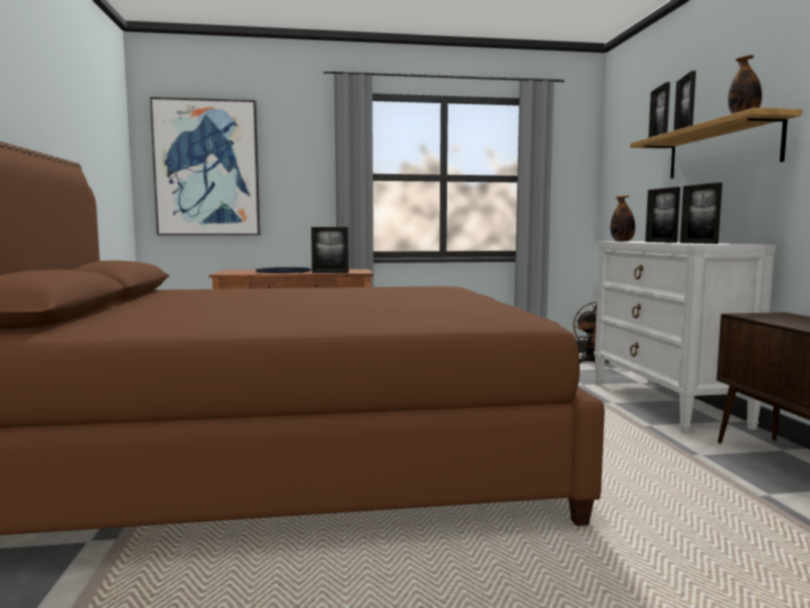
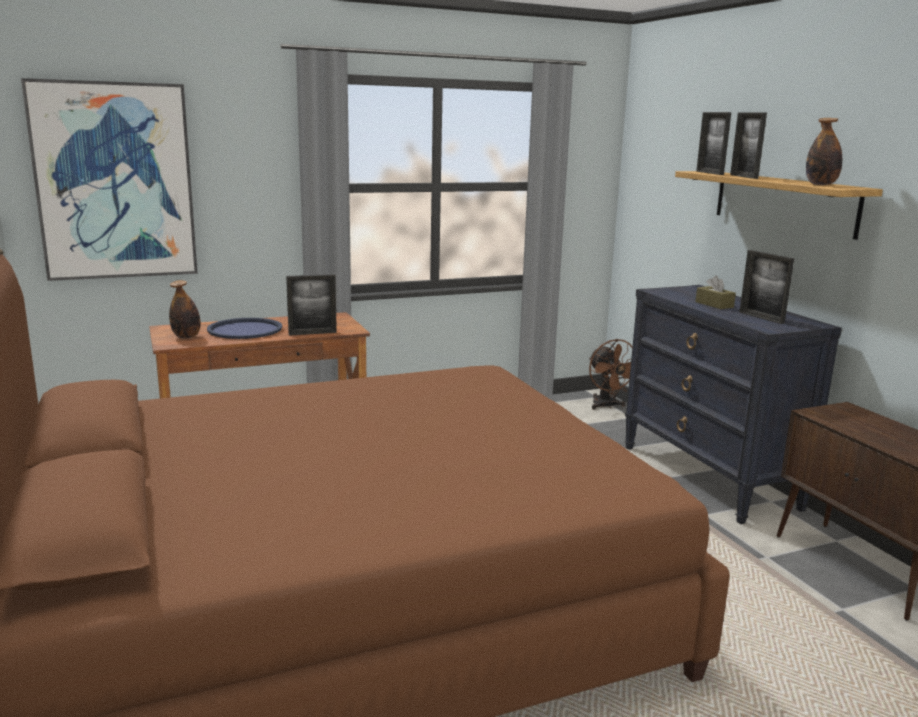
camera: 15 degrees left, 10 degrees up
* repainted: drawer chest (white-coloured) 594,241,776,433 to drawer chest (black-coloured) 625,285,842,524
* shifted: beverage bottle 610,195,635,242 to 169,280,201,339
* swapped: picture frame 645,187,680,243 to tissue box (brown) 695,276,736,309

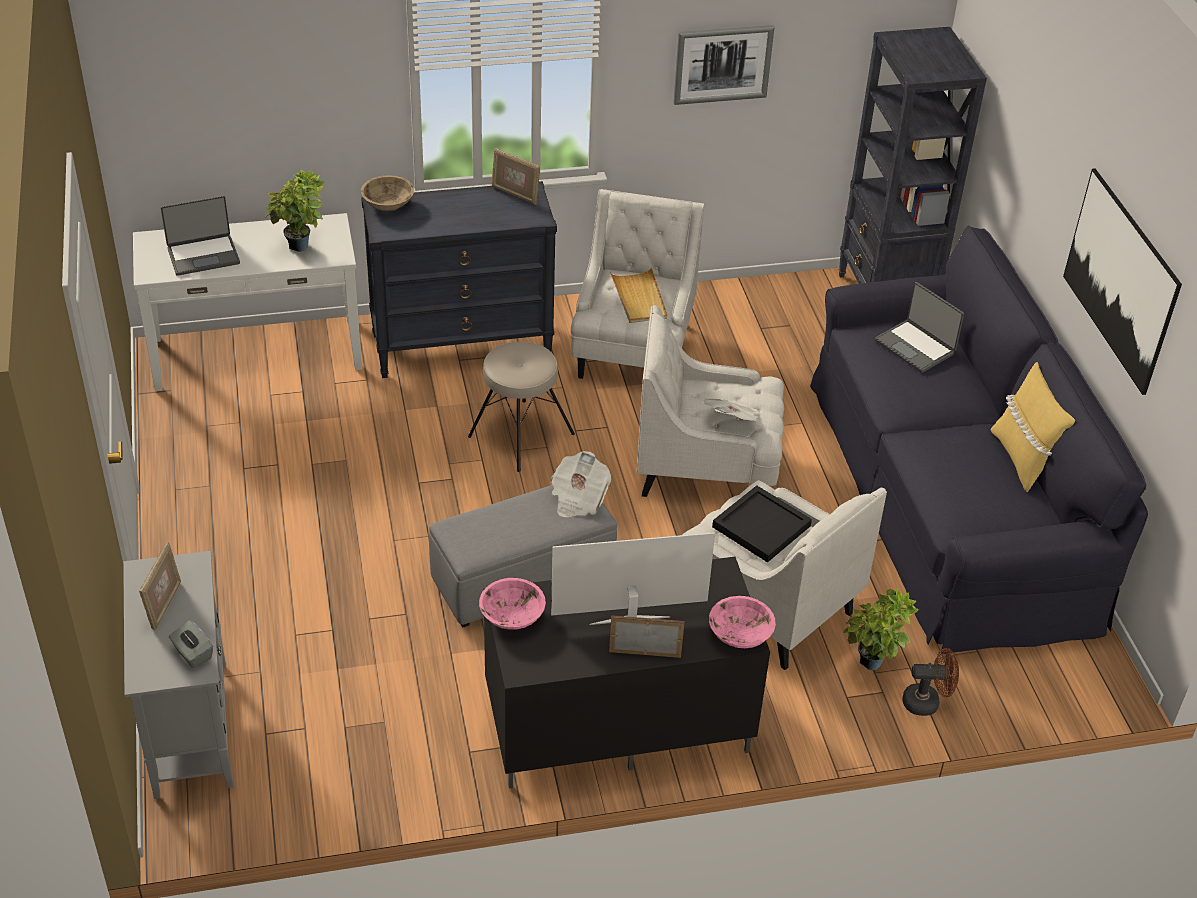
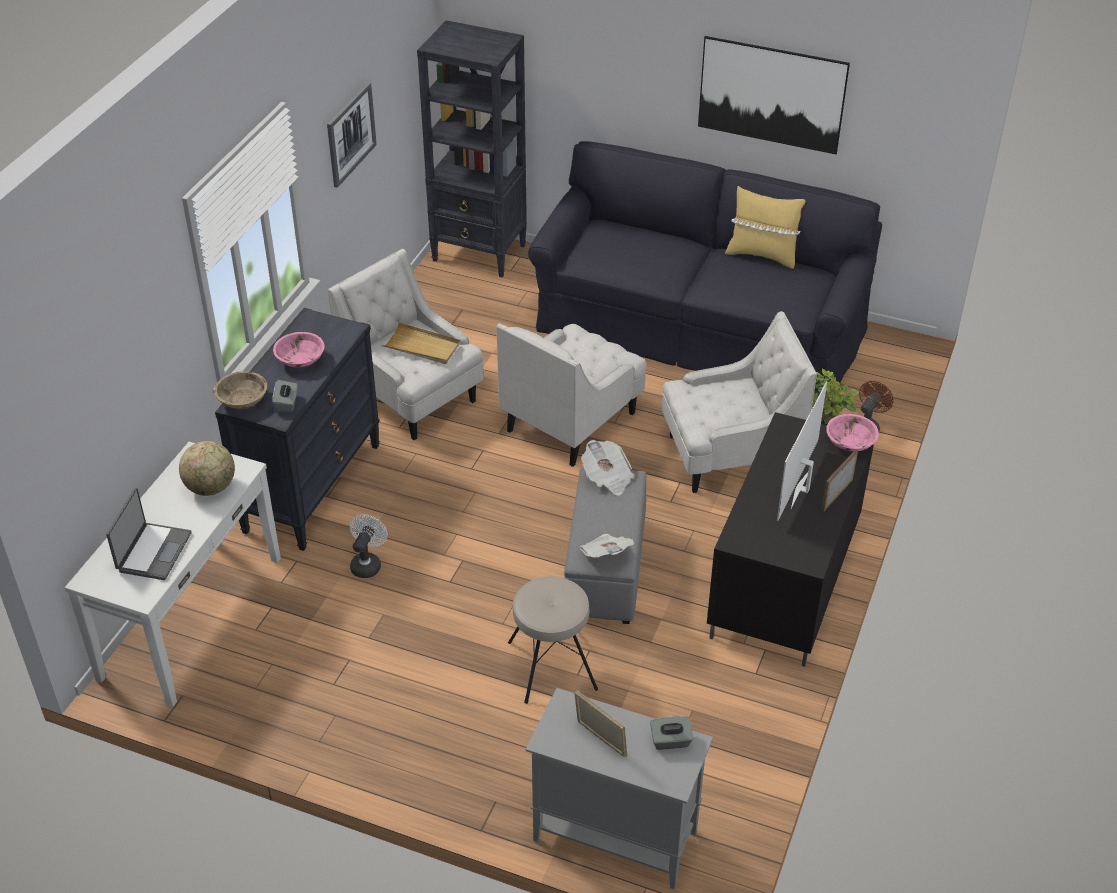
camera: 55 degrees left, 0 degrees up
* swapped: houseplant 265,170,324,252 to desk globe 179,441,235,496
* shifted: sitting stool (sand-coloured) 468,342,575,472 to 508,576,598,704
* shifted: serving bowl (pink) 479,578,546,630 to 273,332,325,367
* gone: picture frame 492,148,540,205
* shifted: printed paper 704,398,759,421 to 580,534,634,557
* gone: carrying tray (black-coloured) 712,485,812,563
* gone: portable computer 875,282,964,373
* new: tissue box (gray) 272,380,298,413
* new: cooling fan (white-coloured) 350,514,388,578

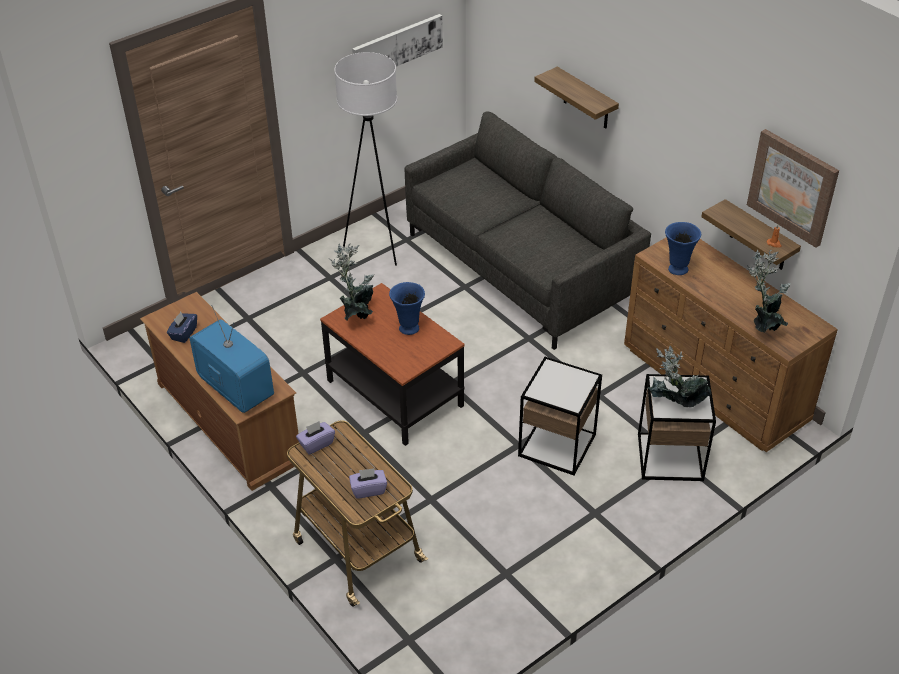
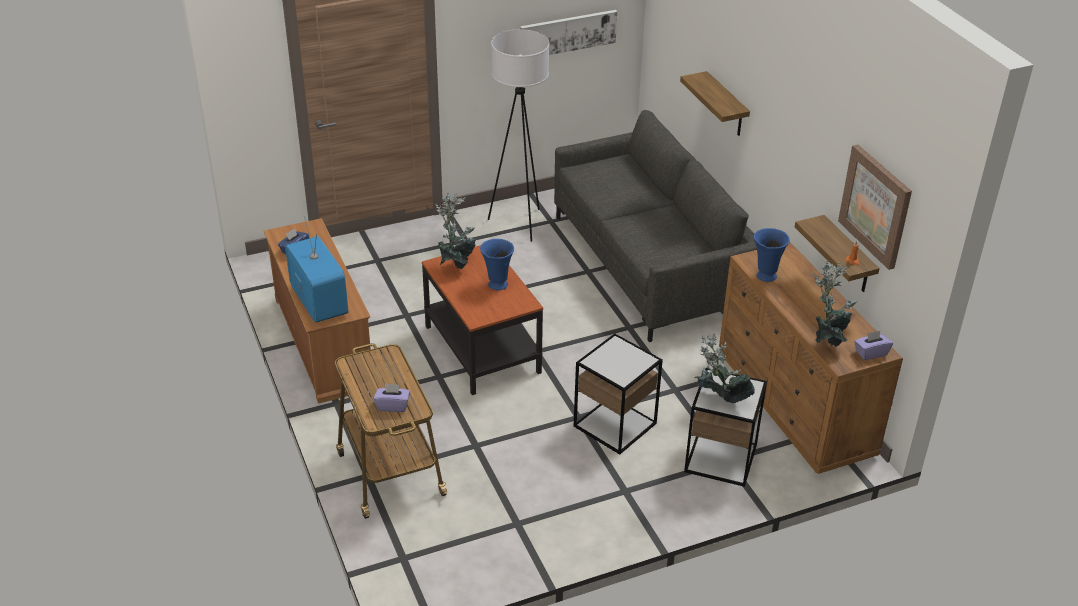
camera: 15 degrees right, 5 degrees down
* shifted: tissue box (purplish) 296,421,335,455 to 854,331,893,360

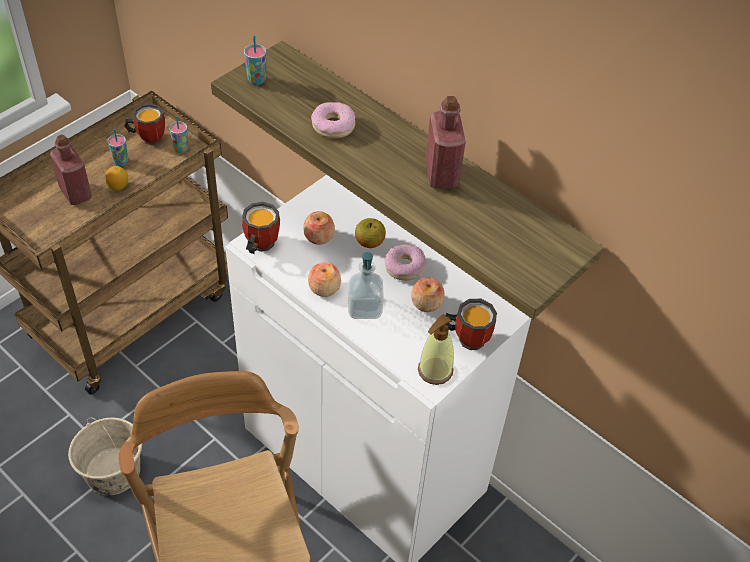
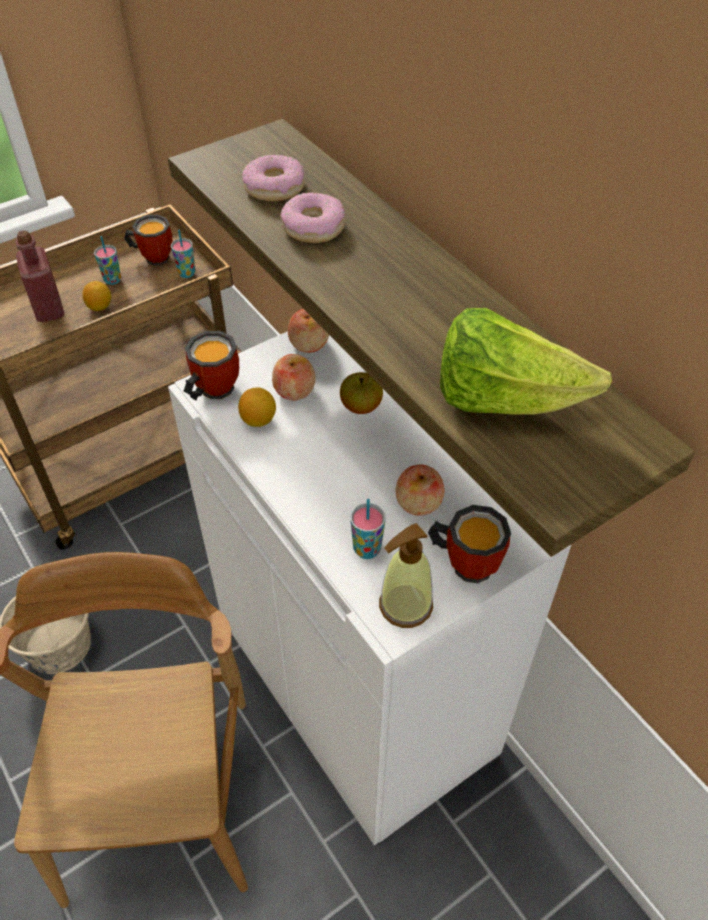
camera: 15 degrees right, 0 degrees up
* shifted: small cup 244,35,267,85 to 350,499,385,559
* shifted: apple 308,262,341,297 to 288,309,329,353
* gone: soap bottle 348,252,384,319
* shifted: donut 384,244,427,281 to 243,155,305,201
* gone: beverage bottle (red) 426,96,466,189
* new: whole lemon 238,387,276,427
* new: lettuce 440,308,612,415

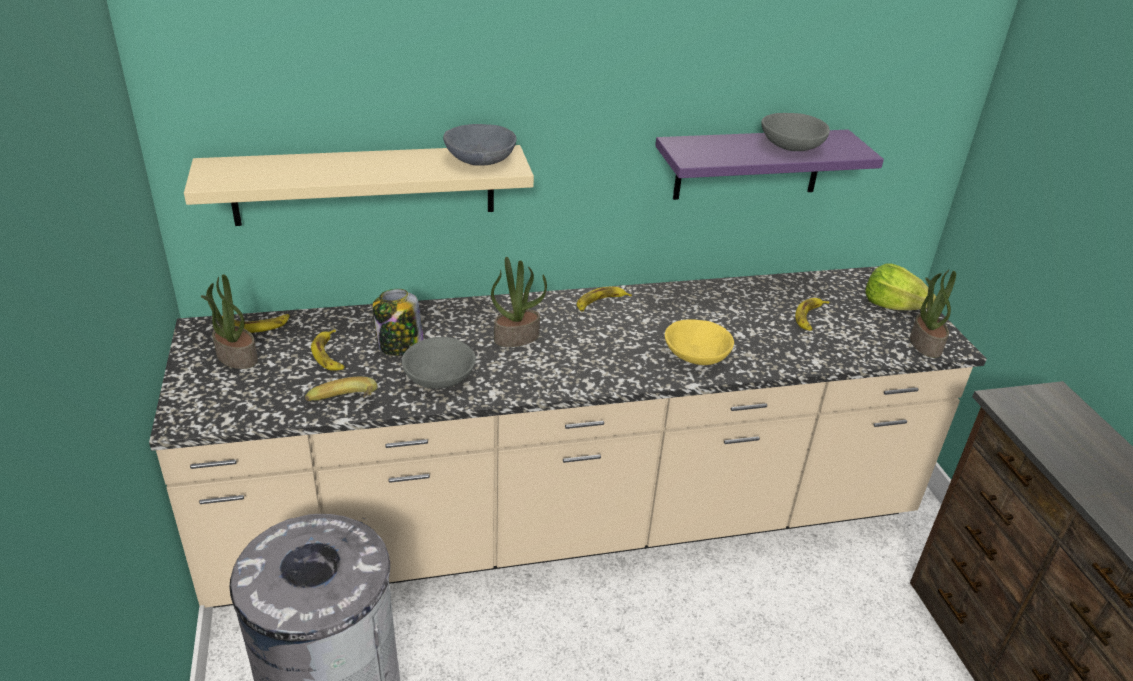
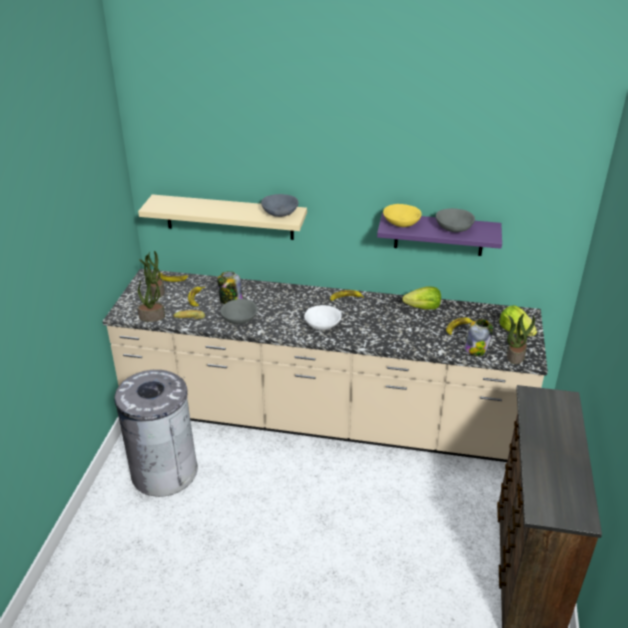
camera: 25 degrees right, 0 degrees up
* shifted: houseplant 491,257,547,347 to 137,274,165,322
* shifted: serving bowl (yellow-coloured) 665,319,734,365 to 383,204,422,227
* new: serving bowl (white-coloured) 304,305,342,330
* new: lettuce 402,286,441,310
* new: storage jar 464,319,493,356

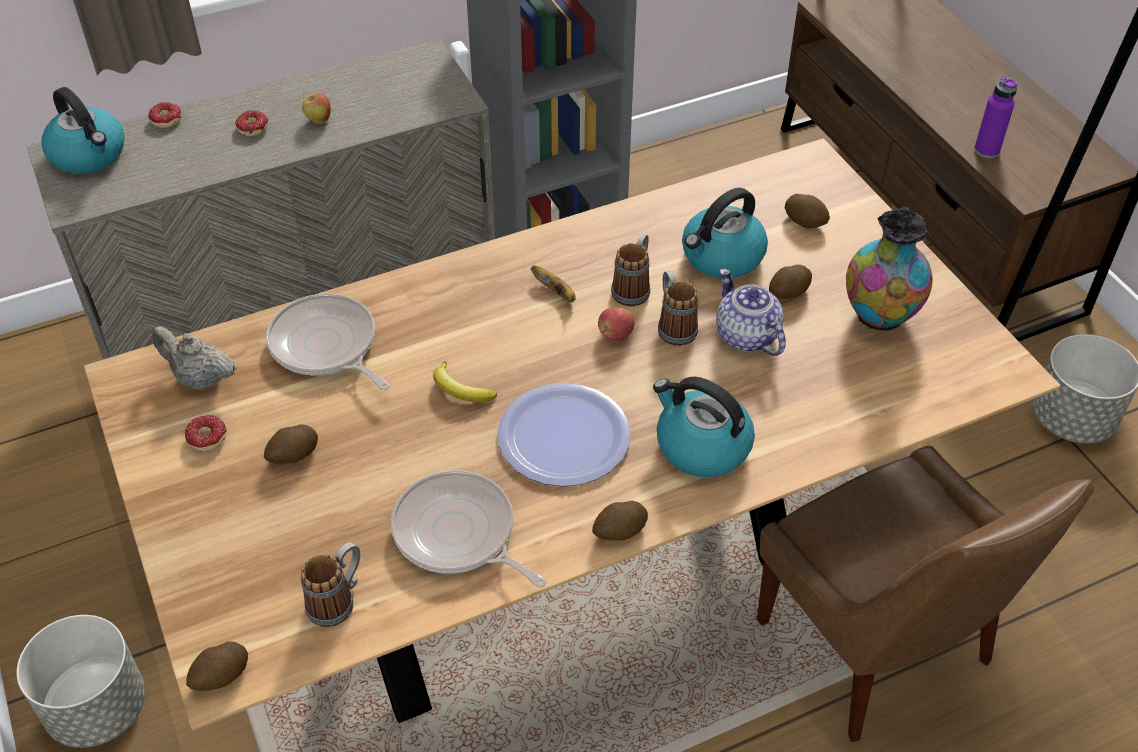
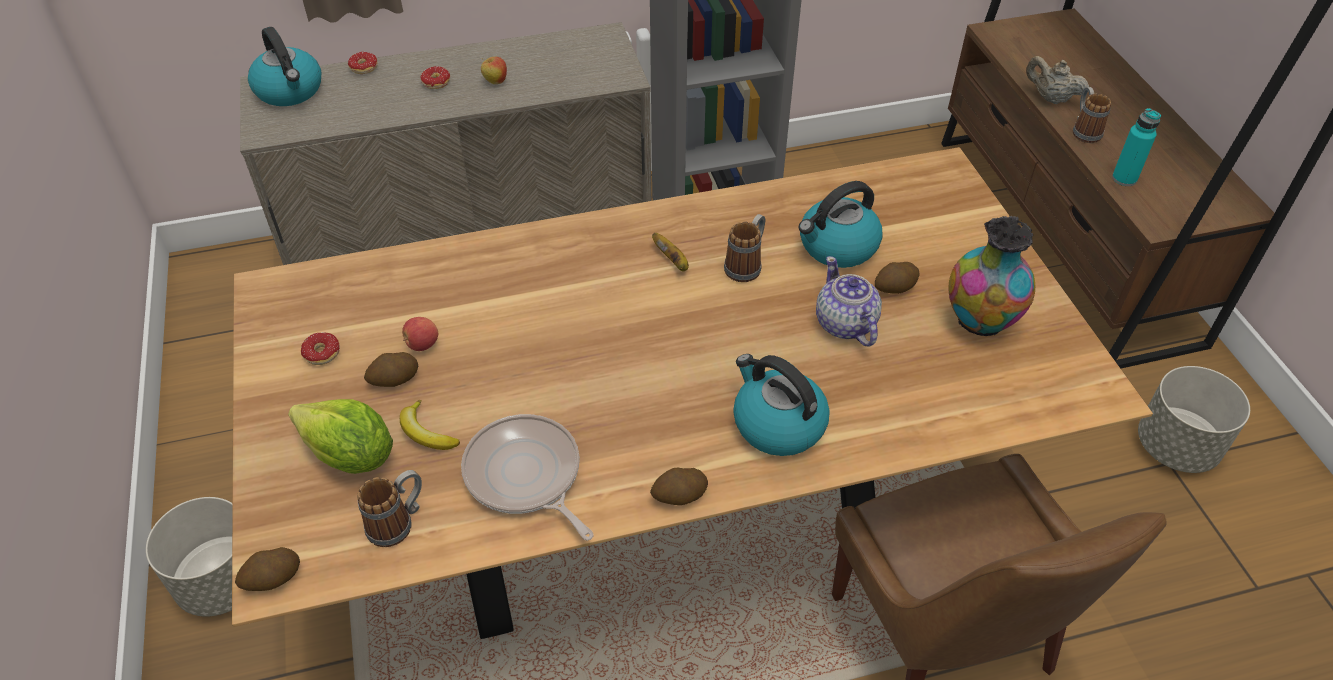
camera: 10 degrees right, 0 degrees up
* shifted: tea pot (sand-coloured) 152,326,237,390 to 1026,56,1089,104
* gone: skillet 266,293,390,390
* shifted: whole banana 433,361,497,403 to 400,400,460,450
* gone: plate 497,383,631,487
* shifted: apple 598,307,634,341 to 402,317,438,351
* shifted: mug 658,270,698,346 to 1073,87,1111,143
* gone: whole potato 785,194,830,229
* repainted: beverage bottle (purplish) 974,77,1018,158 to beverage bottle (turquoise-coloured) 1112,108,1161,186
* new: lettuce 288,399,393,474

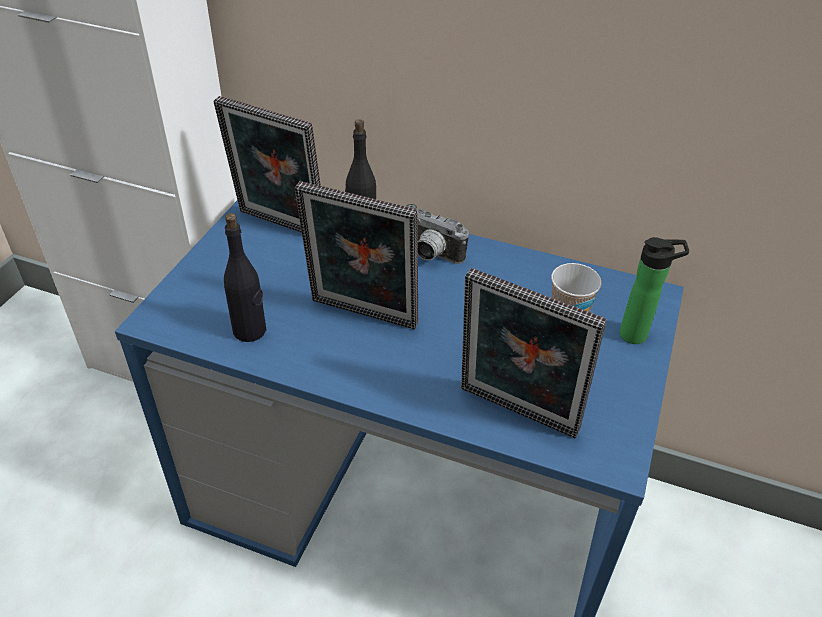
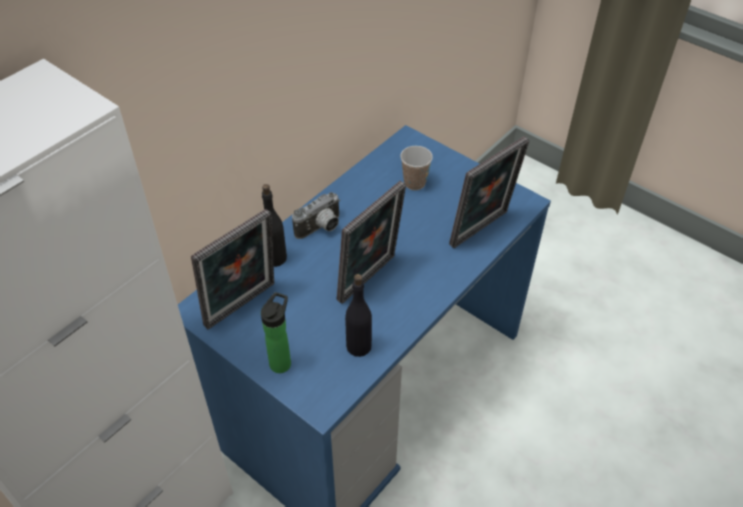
camera: 70 degrees left, 5 degrees up
* shifted: beverage bottle 619,237,689,344 to 261,292,291,373

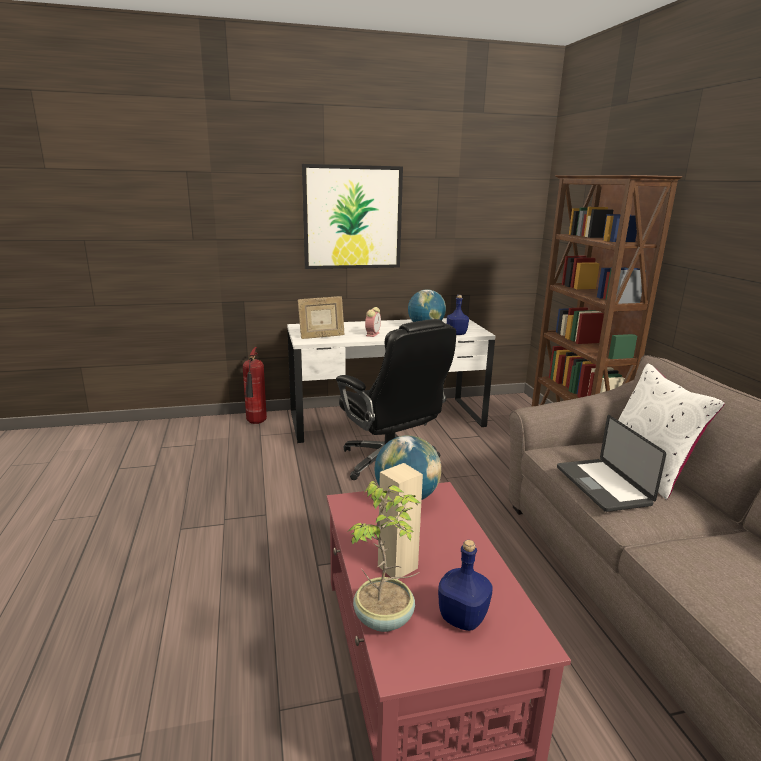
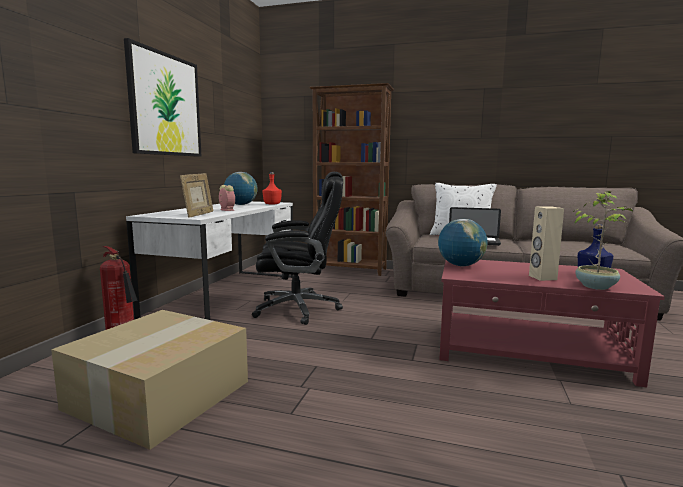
camera: 60 degrees left, 10 degrees down
* repainted: beverage bottle (bluish) 447,295,469,335 to beverage bottle (red) 262,172,282,205
* new: packing box 51,310,248,450

